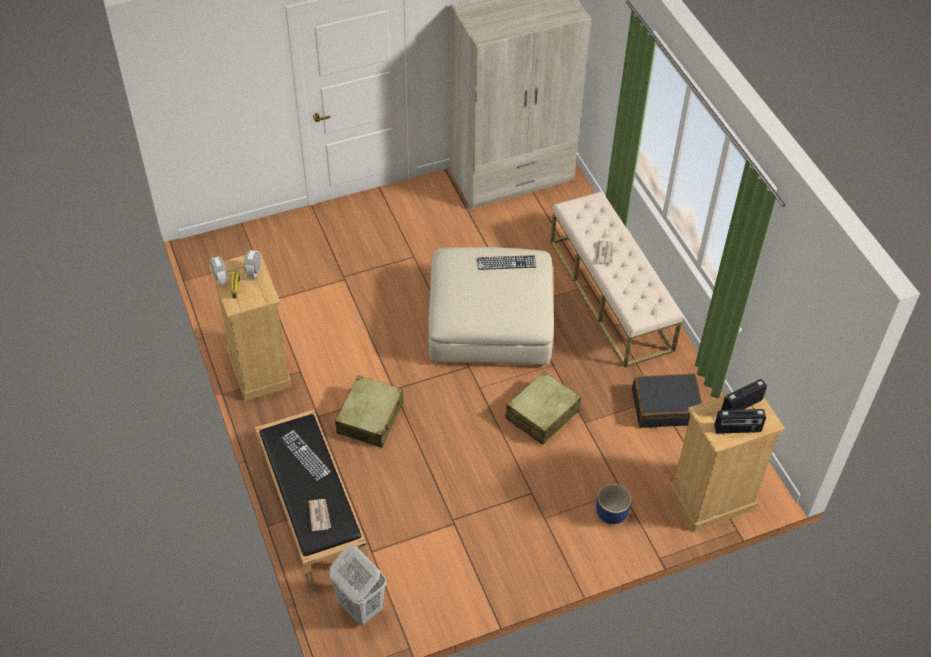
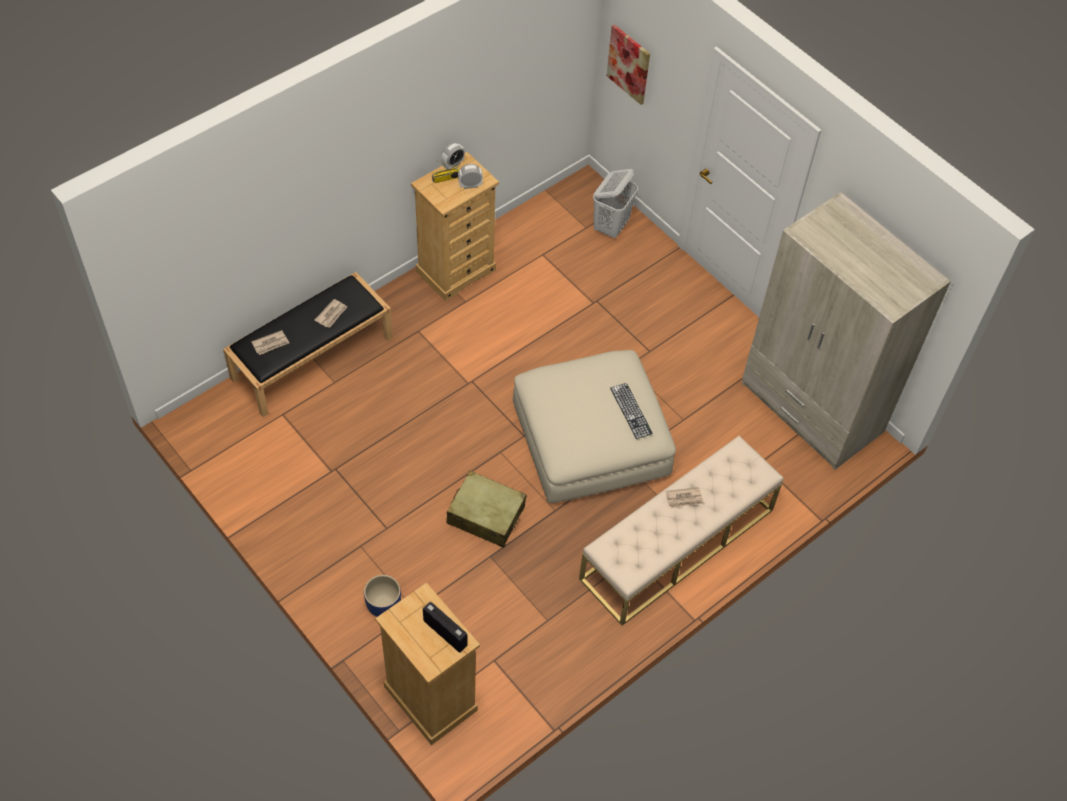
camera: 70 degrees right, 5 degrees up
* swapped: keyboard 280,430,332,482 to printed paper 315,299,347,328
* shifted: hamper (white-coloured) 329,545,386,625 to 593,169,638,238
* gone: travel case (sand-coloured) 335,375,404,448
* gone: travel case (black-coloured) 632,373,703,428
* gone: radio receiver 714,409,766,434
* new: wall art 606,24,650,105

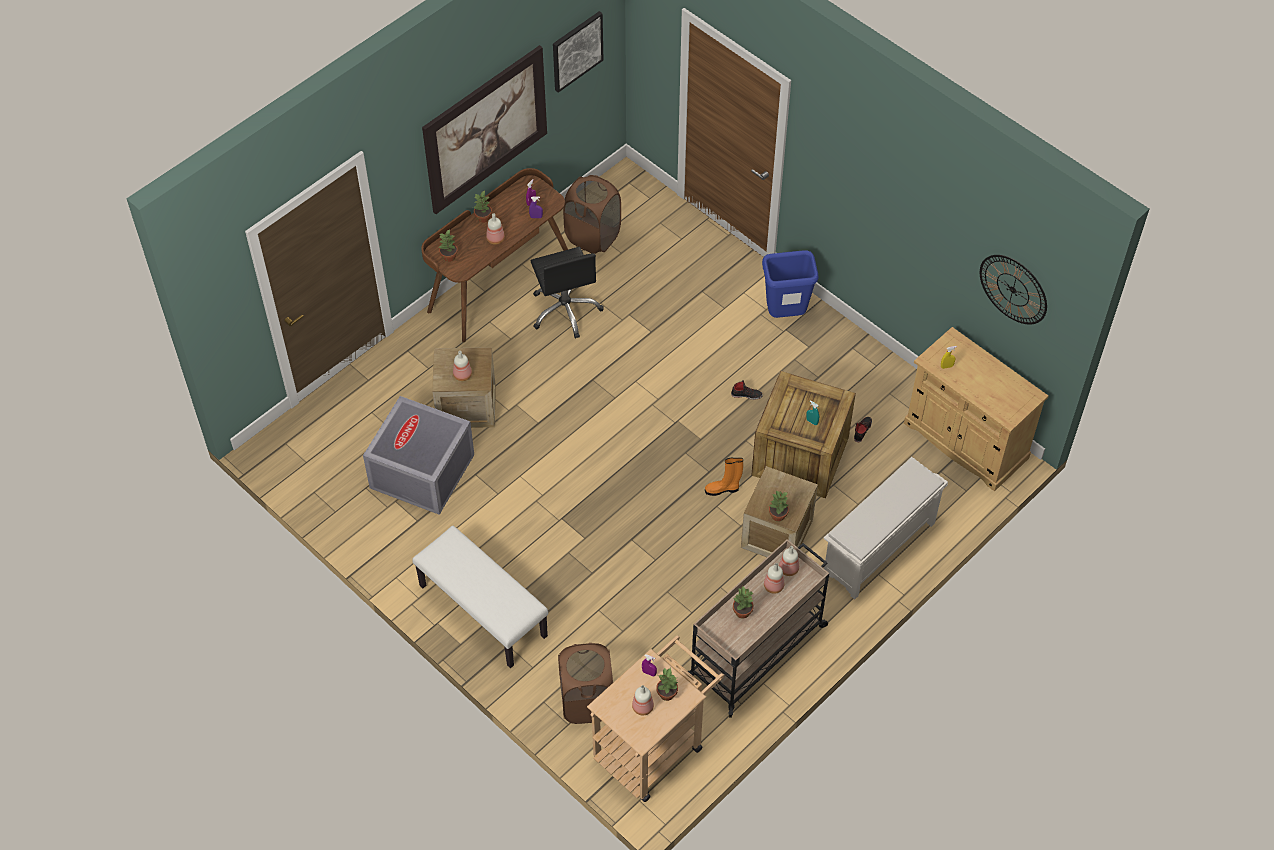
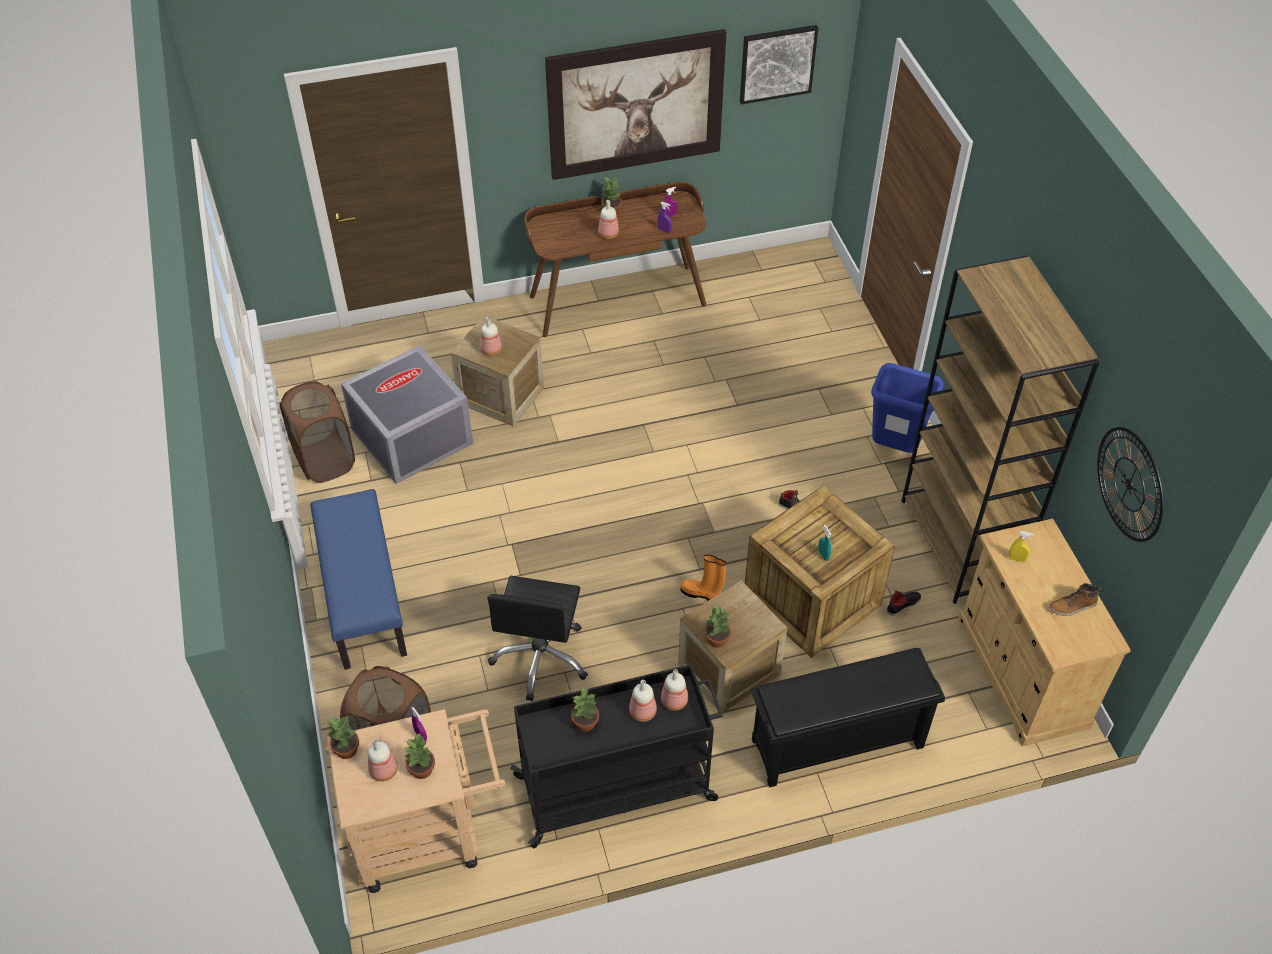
camera: 30 degrees right, 5 degrees down
* repainted: long seat (white-coloured) 412,525,548,668 to long seat (bluish) 310,489,407,670
* shifted: houseplant 439,229,458,262 to 328,717,359,759
* shifted: office chair (black-coloured) 531,247,604,339 to 487,576,588,701
* shifted: hamper (brown) 563,175,621,254 to 280,381,355,483
* repainted: cart (sand-coloured) 688,539,829,718 to cart (black-coloured) 510,664,723,848
* repainted: shoe rack (white-coloured) 824,457,948,599 to shoe rack (black-coloured) 751,648,945,788
* new: shelving unit (brown) 902,256,1100,604
* new: boot 1049,583,1101,616

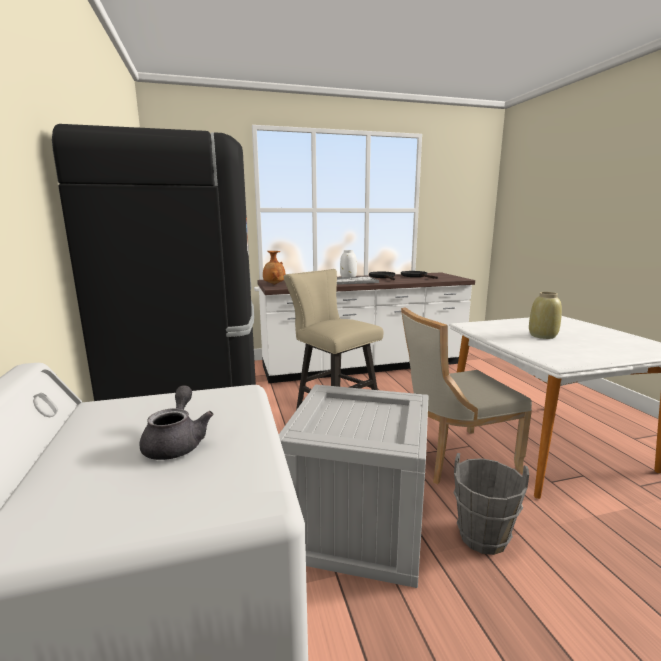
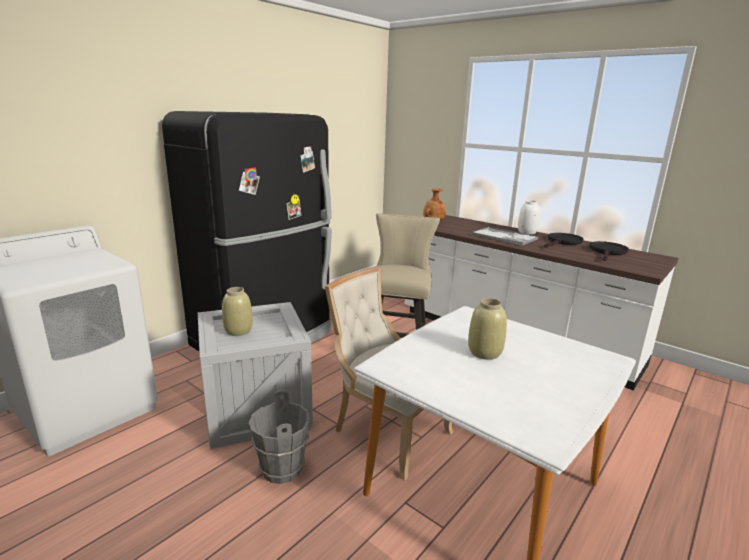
camera: 55 degrees right, 5 degrees up
* gone: tea pot (gray) 139,385,214,460
* new: vase (sand-coloured) 222,287,253,336

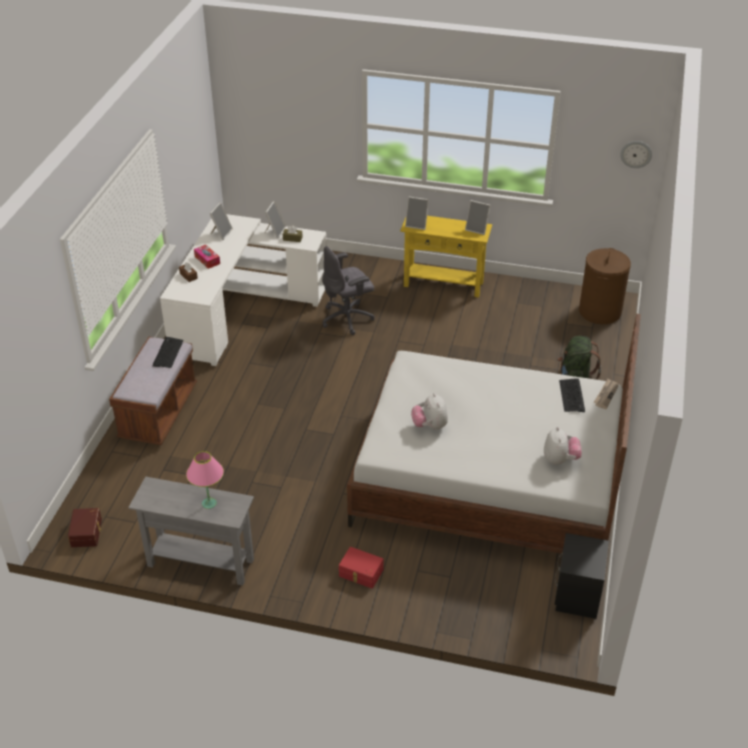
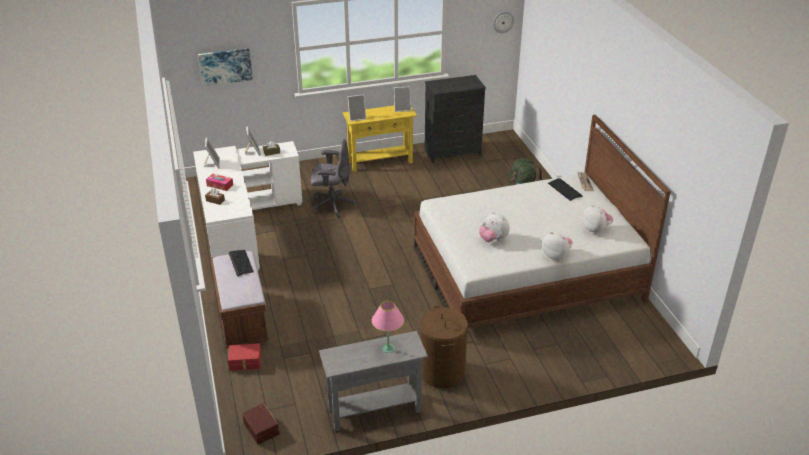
camera: 30 degrees left, 5 degrees down
* rotated: office chair (gray) 322,246,375,335 = 311,139,355,218 120 degrees counterclockwise
* shifted: storage box (red) 339,547,384,589 to 228,343,261,371
* gone: night table (black-coloured) 554,533,609,619
* shifted: hamper (brown) 579,248,631,324 to 420,306,468,388
* new: wall art 198,48,253,86
* new: drawer chest (black-coloured) 425,75,486,163
* new: cuddly toy 542,232,573,261

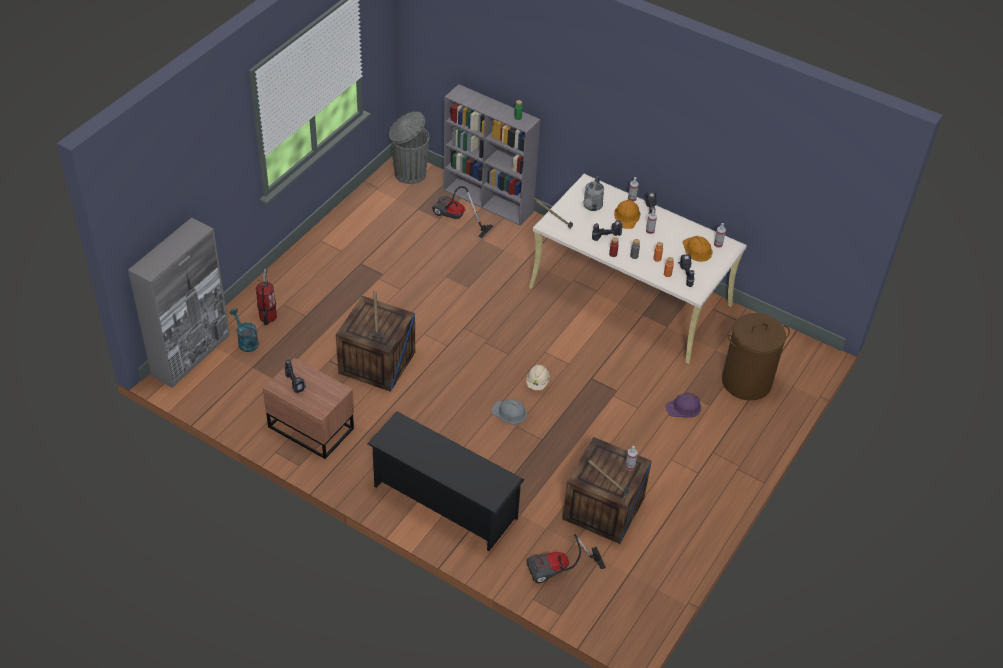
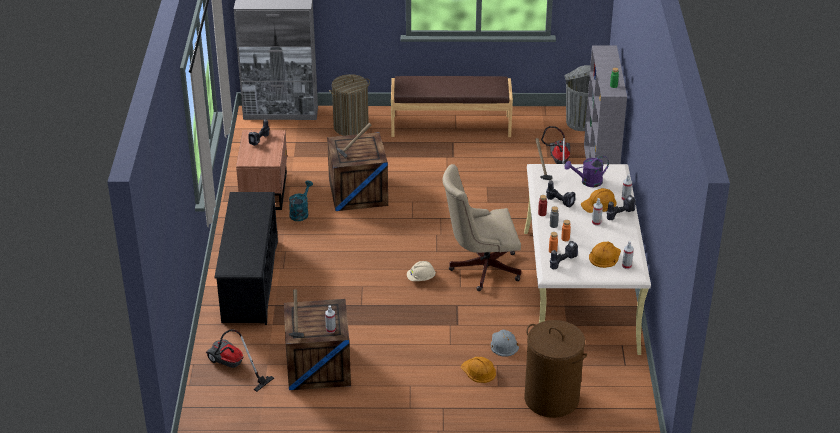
camera: 60 degrees right, 10 degrees down
* shifted: watering pot (turquoise-coloured) 230,308,259,352 to 289,180,313,221
* swapped: fire-fighting cylinder 256,269,277,325 to hamper 329,74,370,136
* shifted: safety helmet (gray) 491,399,527,425 to 491,330,519,357
* repainted: watering pot (gray) 583,176,604,211 to watering pot (purplish) 565,156,609,187
* repainted: safety helmet (purplish) 665,393,701,418 to safety helmet (orange) 461,357,496,383
* new: long seat (brown) 391,76,513,137
* new: office chair (sand-coloured) 443,164,521,291

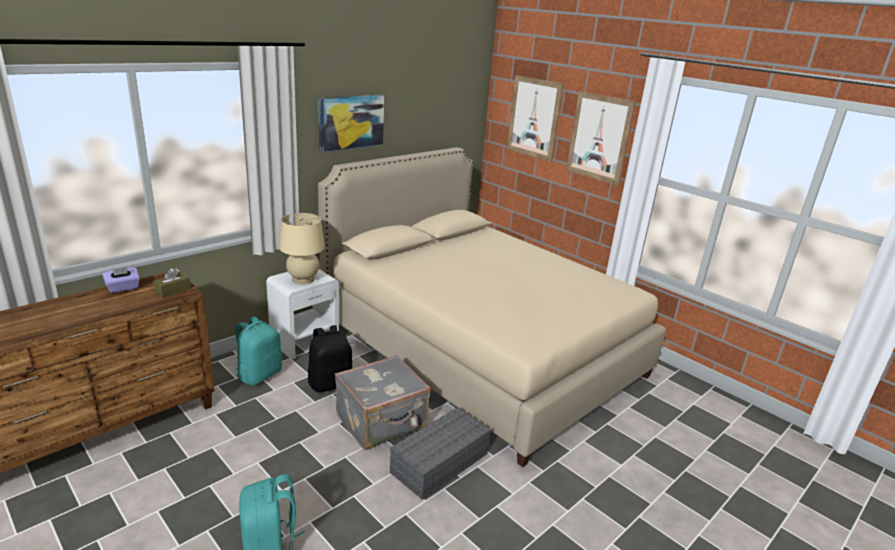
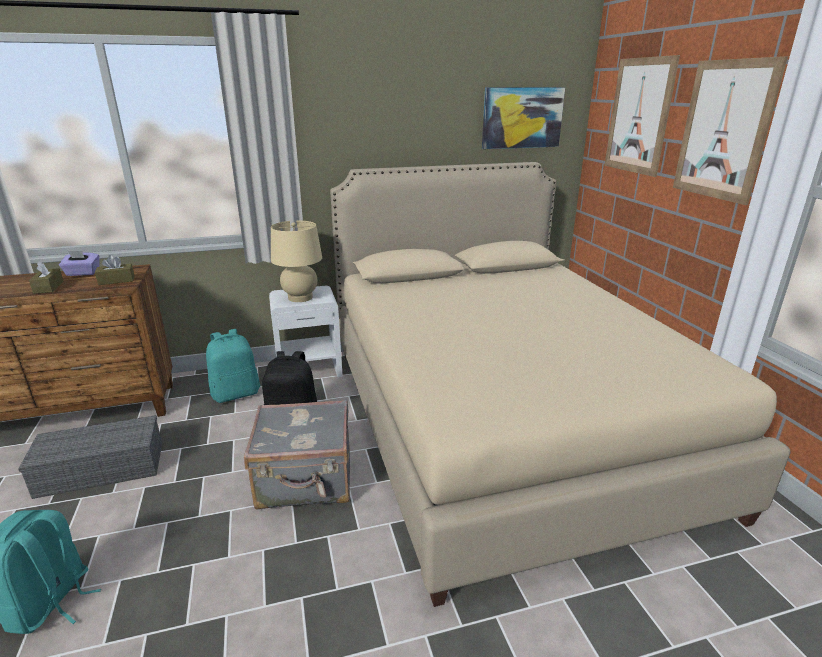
camera: 30 degrees right, 0 degrees up
* shifted: wall art 318,95,384,152 to 482,87,565,149
* shifted: storage box (gray) 390,407,492,500 to 19,415,162,499
* new: tissue box (brown) 29,261,63,294

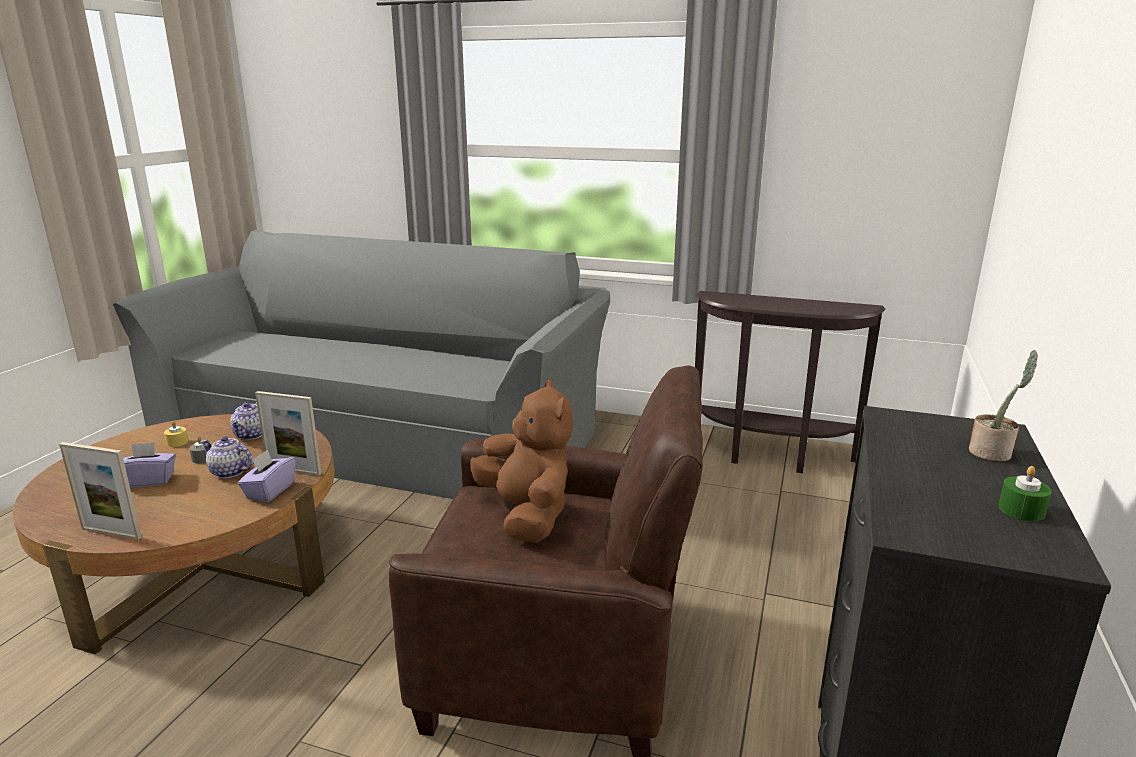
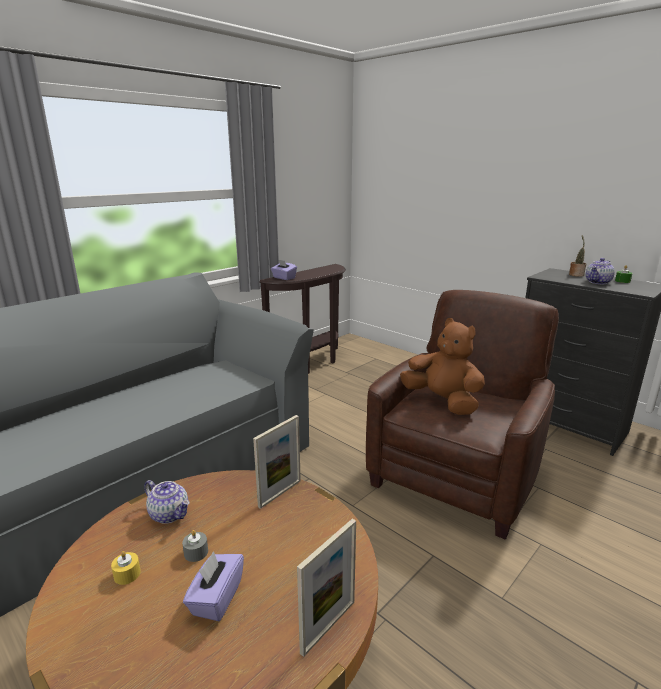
camera: 65 degrees left, 0 degrees up
* shifted: tea pot 201,436,254,478 to 586,258,615,284
* shifted: tissue box (purplish) 238,449,296,502 to 271,259,297,280
* rotated: cuddly toy (brown) 470,380,573,543 = 400,318,485,415 45 degrees clockwise

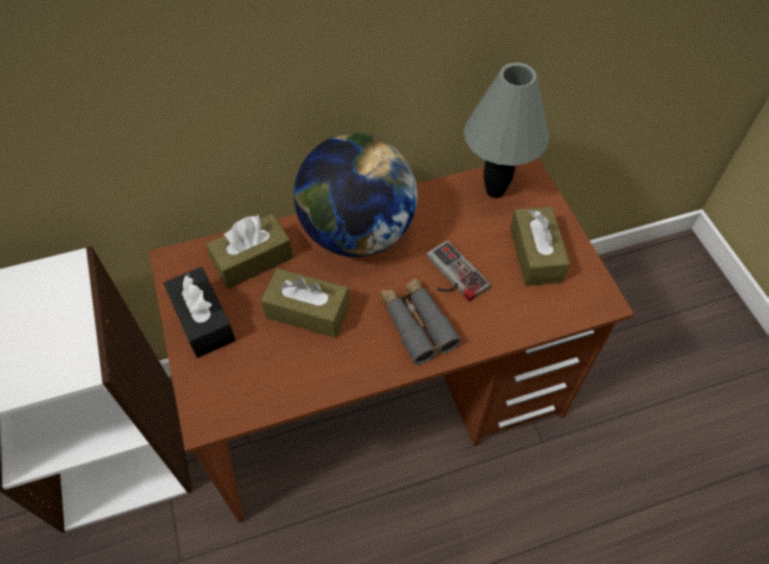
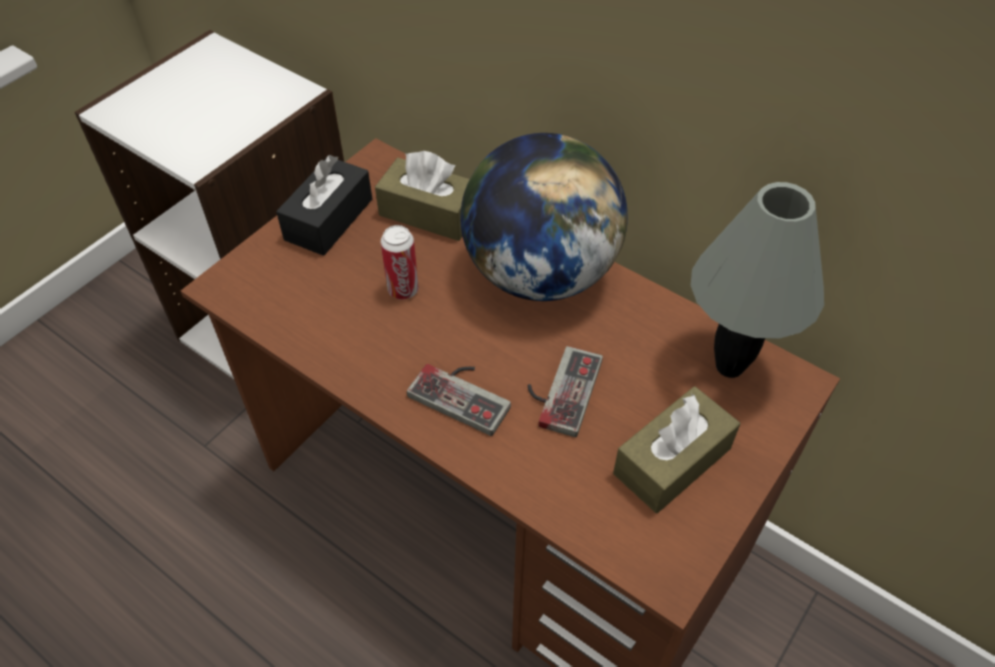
camera: 55 degrees right, 5 degrees down
* swapped: tissue box (brown) 261,268,350,338 to can 381,225,419,300
* swapped: field glasses (gray) 380,277,461,364 to game controller 407,364,511,436

